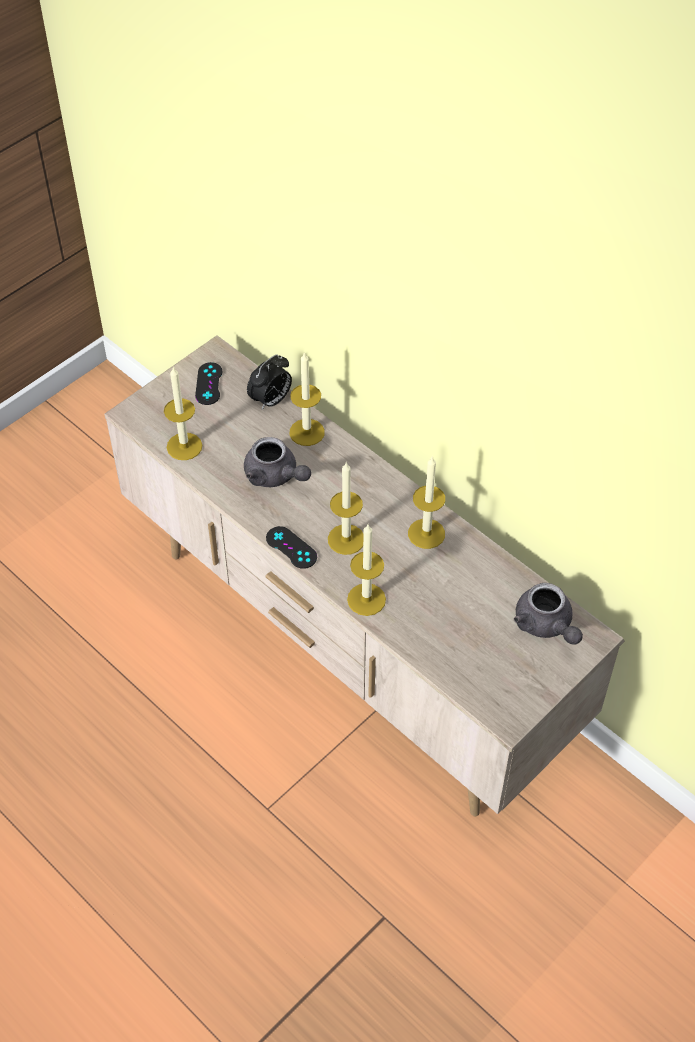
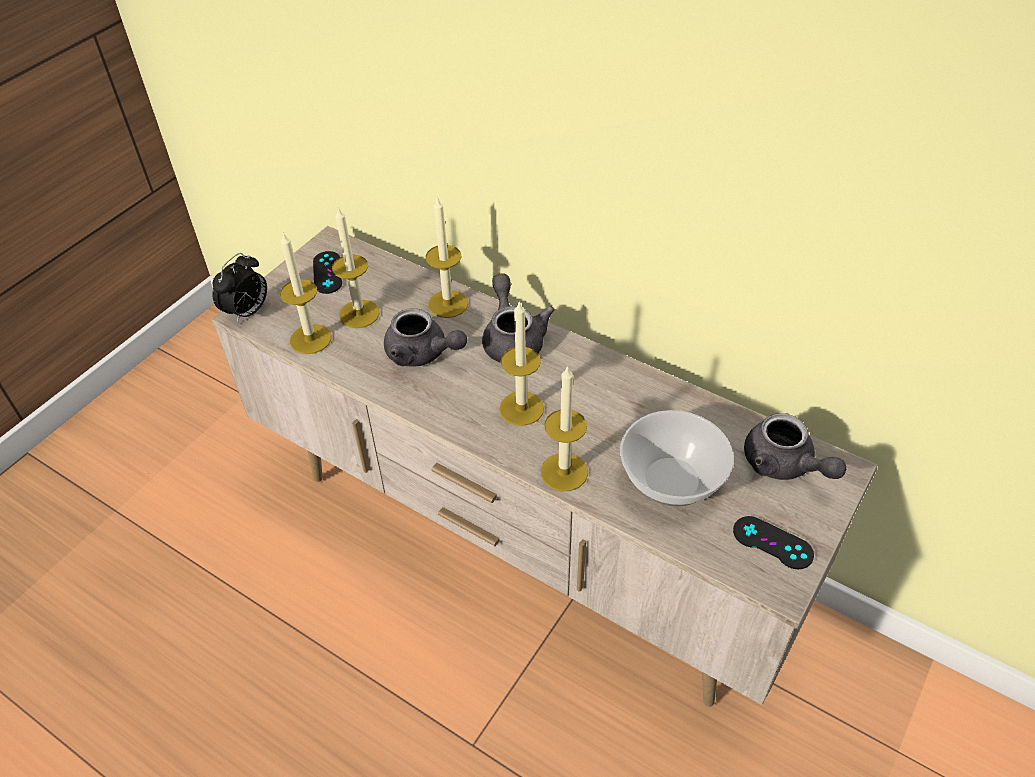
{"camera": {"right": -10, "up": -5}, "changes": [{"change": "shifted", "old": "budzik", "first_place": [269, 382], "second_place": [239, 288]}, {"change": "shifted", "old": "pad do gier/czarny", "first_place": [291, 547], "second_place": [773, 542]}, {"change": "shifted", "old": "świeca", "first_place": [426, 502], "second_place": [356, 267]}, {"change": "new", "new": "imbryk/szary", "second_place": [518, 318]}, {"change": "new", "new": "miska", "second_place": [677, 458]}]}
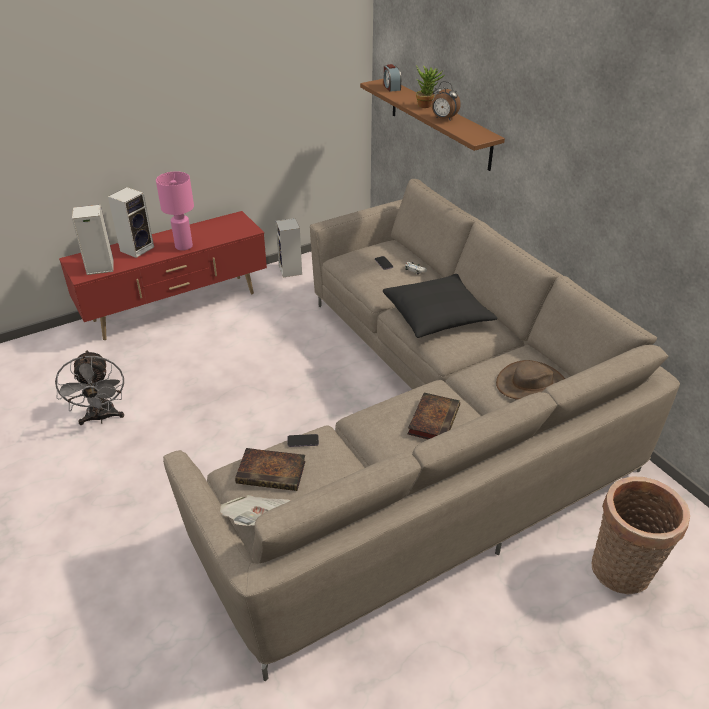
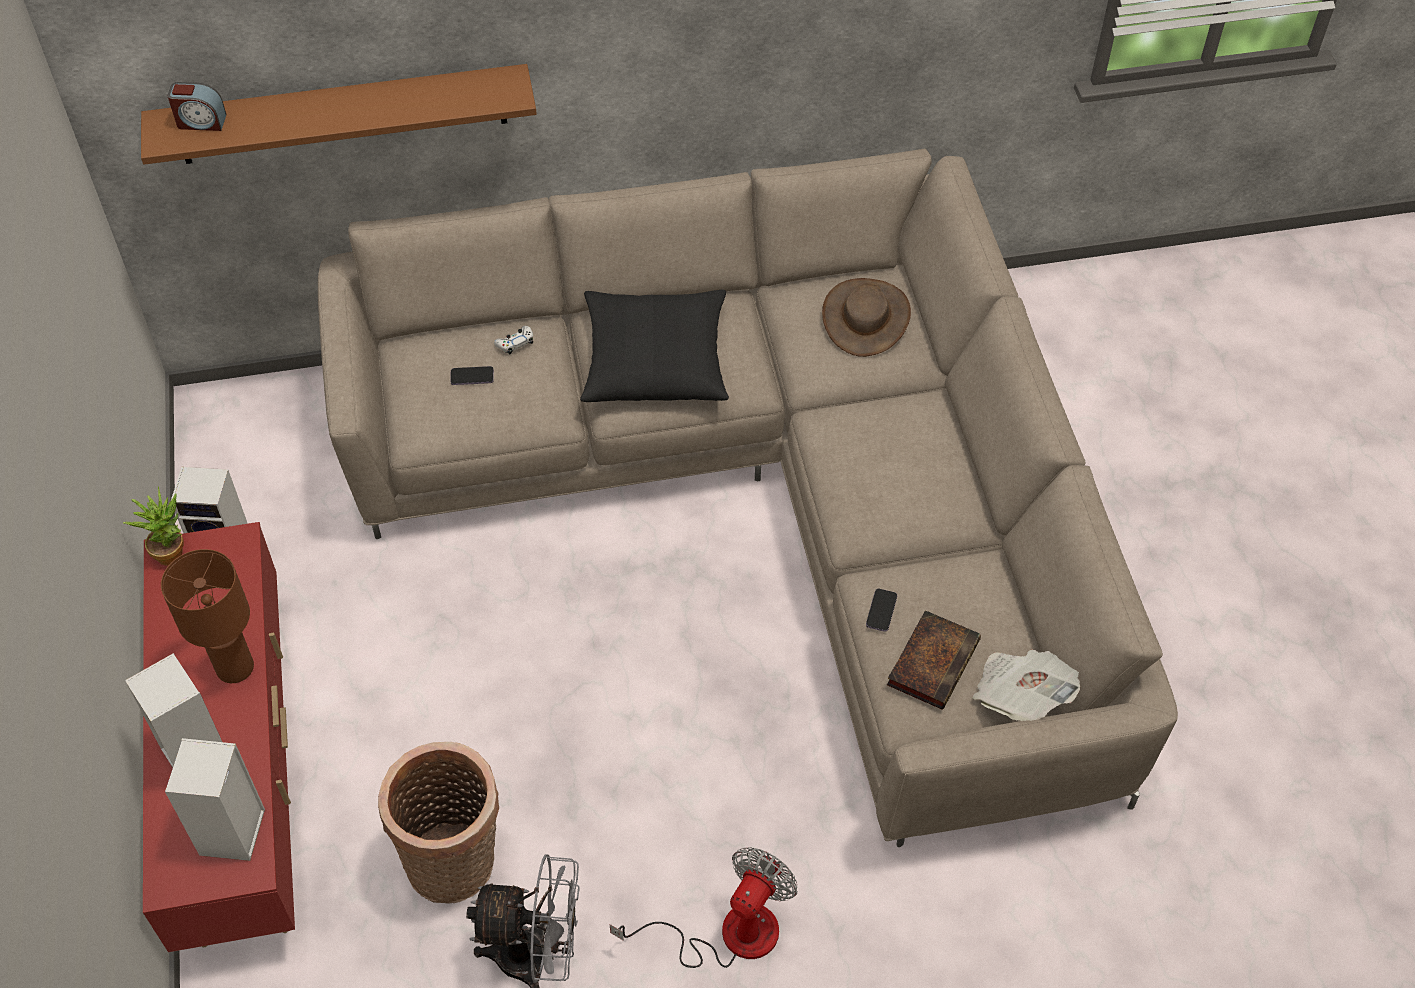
{"camera": {"right": -70, "up": 15}, "changes": [{"change": "repainted", "old": "lampa stołowa/różowy", "new": "lampa stołowa/brązowy", "first_place": [175, 211], "second_place": [207, 616]}, {"change": "gone", "old": "książka", "first_place": [434, 416]}, {"change": "shifted", "old": "roślina doniczkowa", "first_place": [430, 87], "second_place": [153, 526]}, {"change": "gone", "old": "budzik", "first_place": [446, 101]}, {"change": "shifted", "old": "koszyk", "first_place": [640, 535], "second_place": [438, 823]}, {"change": "new", "new": "wentylator", "second_place": [703, 907]}]}
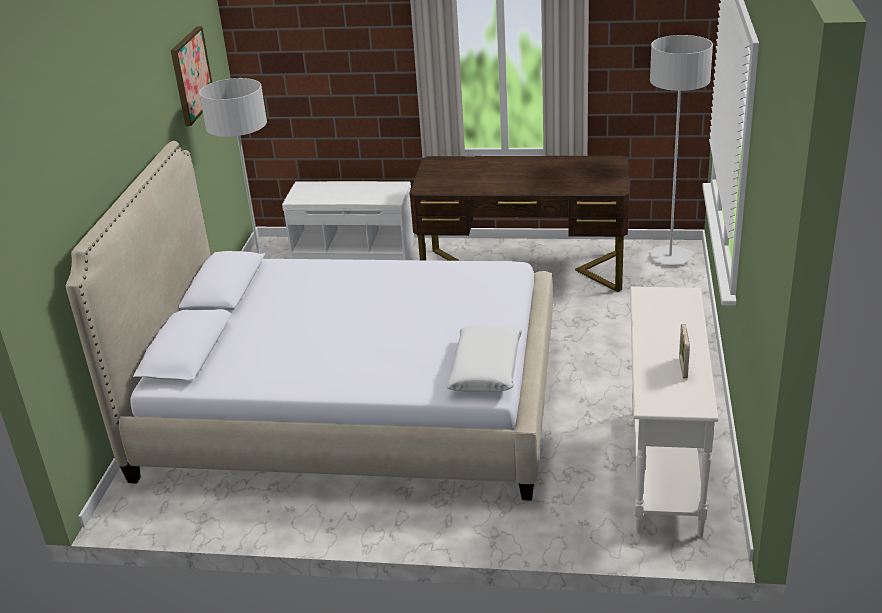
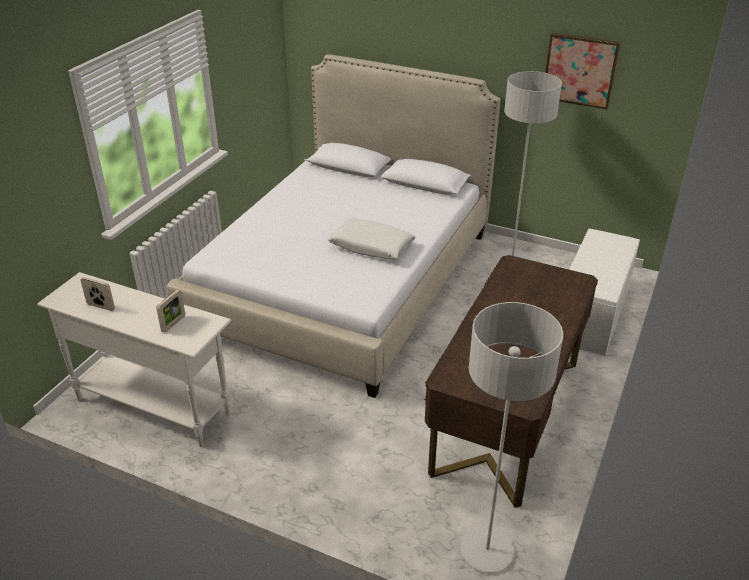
{"camera": {"right": 105, "up": 5}, "changes": [{"change": "shifted", "old": "poduszka/biały", "first_place": [484, 359], "second_place": [372, 239]}, {"change": "new", "new": "ramka na zdjęcie", "second_place": [170, 310]}]}
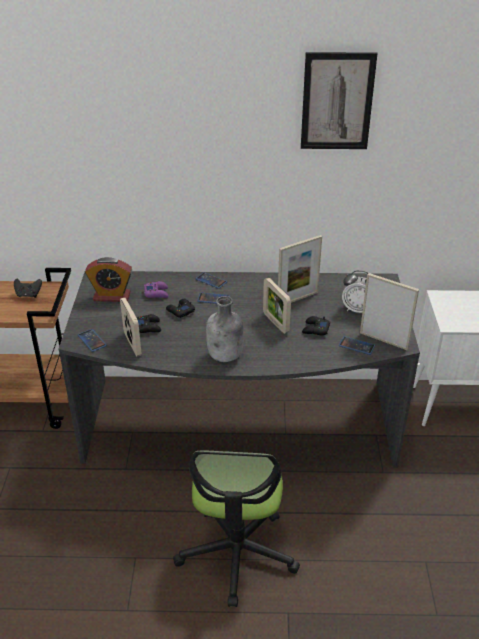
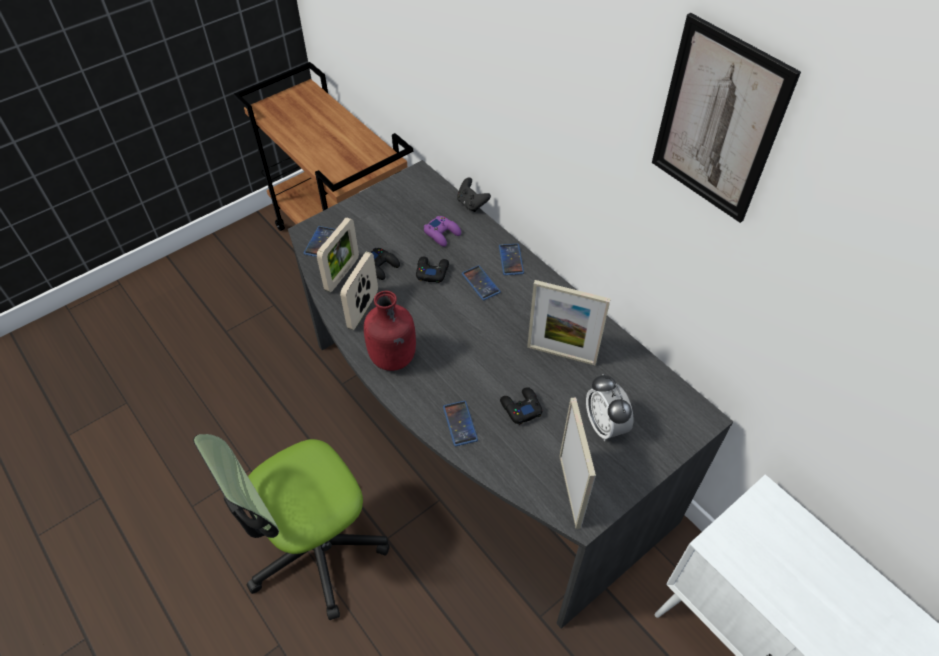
{"camera": {"right": 50, "up": 15}, "changes": [{"change": "shifted", "old": "pad do gier/czarny", "first_place": [28, 288], "second_place": [474, 195]}, {"change": "gone", "old": "budzik", "first_place": [108, 279]}, {"change": "repainted", "old": "butelka/szary", "new": "butelka/czerwony", "first_place": [225, 329], "second_place": [390, 331]}, {"change": "shifted", "old": "ramka na zdjęcie", "first_place": [277, 306], "second_place": [359, 291]}, {"change": "shifted", "old": "telefon", "first_place": [357, 345], "second_place": [460, 423]}]}
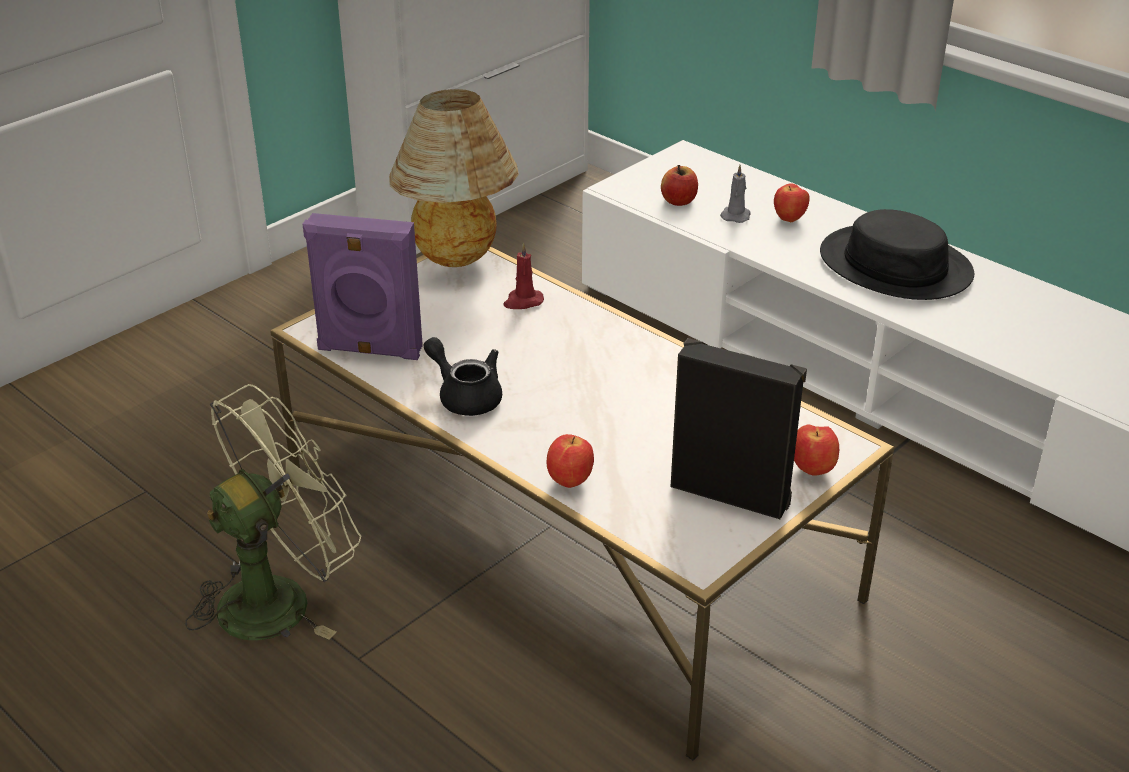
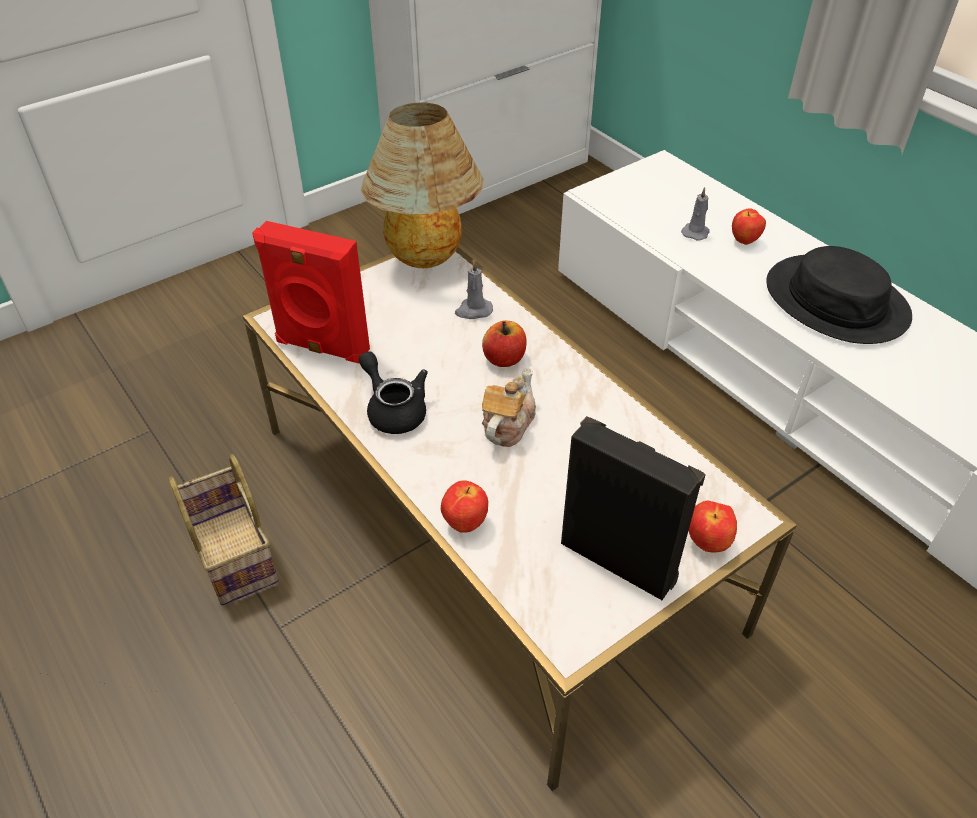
{"camera": {"right": 10, "up": 10}, "changes": [{"change": "swapped", "old": "wentylator/zielony", "new": "koszyk", "first_place": [273, 512], "second_place": [223, 529]}, {"change": "repainted", "old": "głośnik/fioletowy", "new": "głośnik/czerwony", "first_place": [362, 286], "second_place": [311, 292]}, {"change": "repainted", "old": "świeca/czerwony", "new": "świeca/szary", "first_place": [523, 275], "second_place": [474, 289]}, {"change": "shifted", "old": "jabłko", "first_place": [679, 185], "second_place": [504, 343]}, {"change": "new", "new": "imbryk", "second_place": [509, 407]}]}
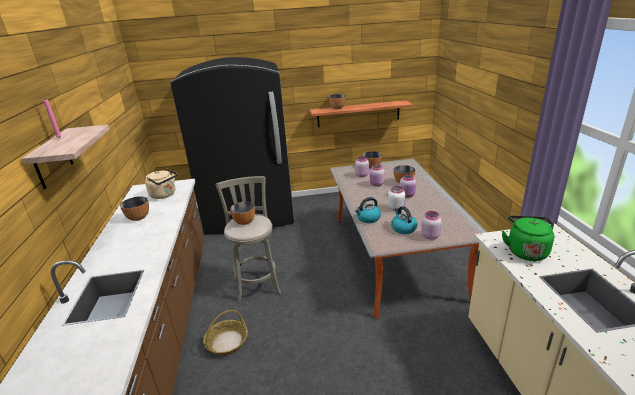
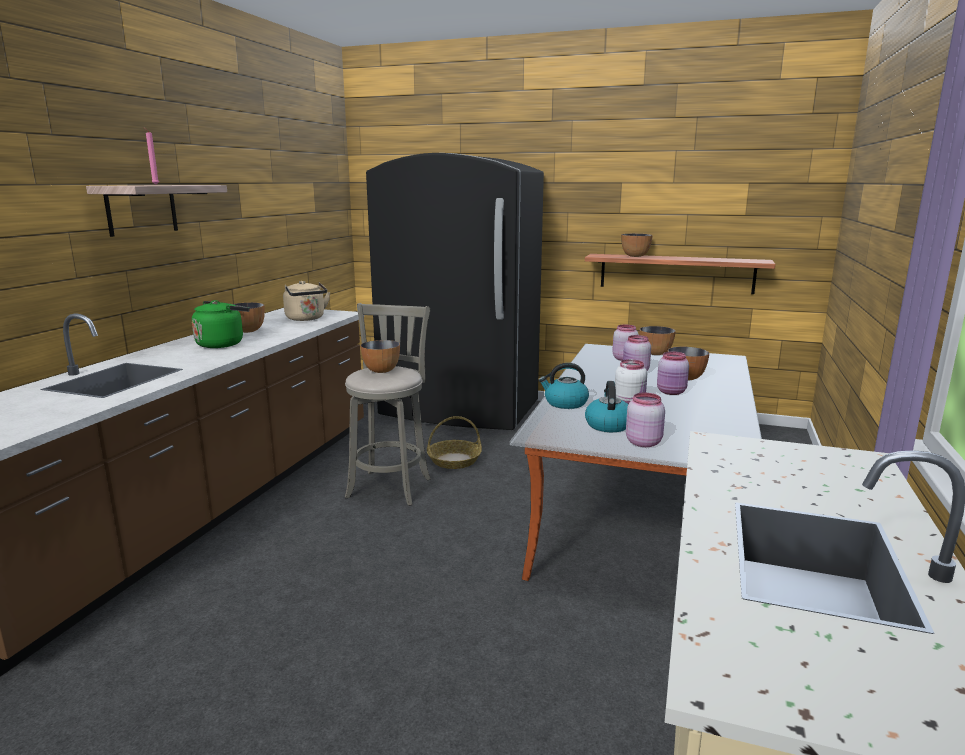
{"camera": {"right": 25, "up": -10}, "changes": [{"change": "shifted", "old": "koszyk", "first_place": [225, 332], "second_place": [454, 442]}, {"change": "shifted", "old": "czajnik/zielony", "first_place": [528, 238], "second_place": [221, 324]}]}
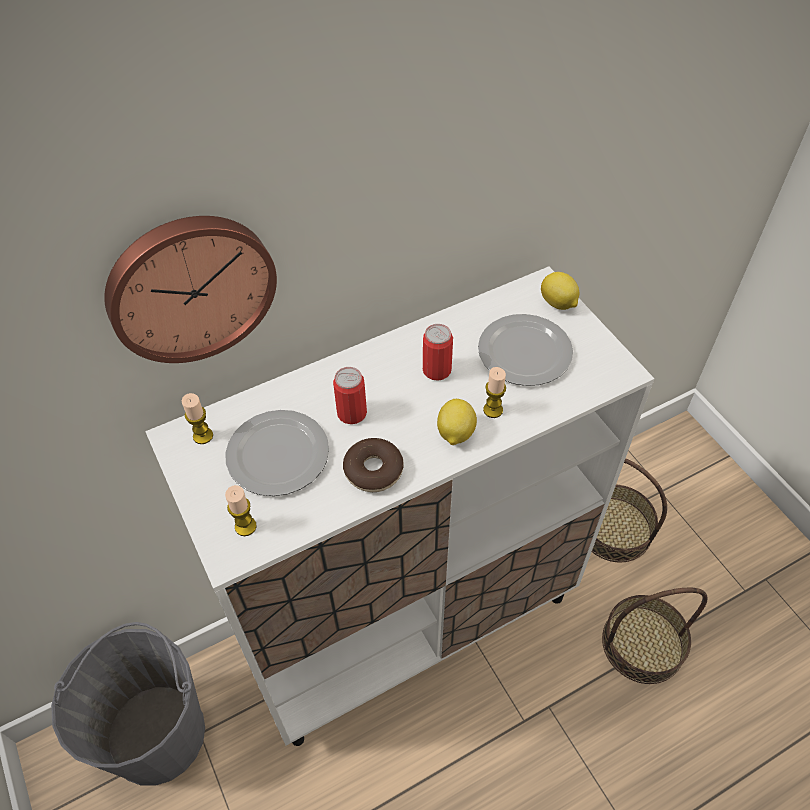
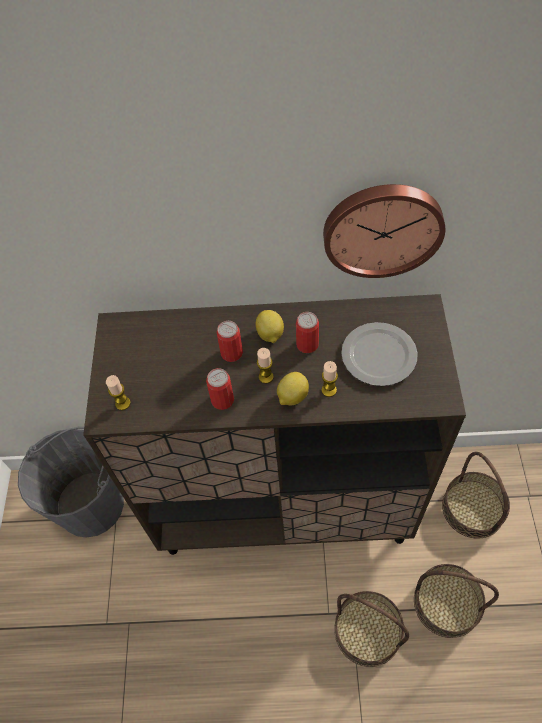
{"camera": {"right": 30, "up": 5}, "changes": [{"change": "shifted", "old": "zegar ścienny", "first_place": [190, 289], "second_place": [384, 231]}, {"change": "repainted", "old": "szafka/biały", "new": "szafka/brązowy", "first_place": [400, 506], "second_place": [274, 424]}, {"change": "shifted", "old": "świeca", "first_place": [197, 418], "second_place": [265, 366]}, {"change": "gone", "old": "talerz", "first_place": [277, 453]}, {"change": "swapped", "old": "donut", "new": "puszka", "first_place": [373, 465], "second_place": [220, 389]}, {"change": "shifted", "old": "cytryna", "first_place": [560, 291], "second_place": [270, 326]}, {"change": "new", "new": "koszyk", "second_place": [371, 629]}]}
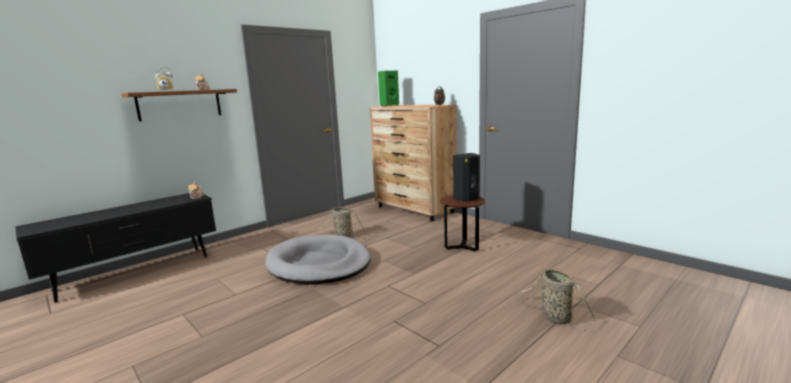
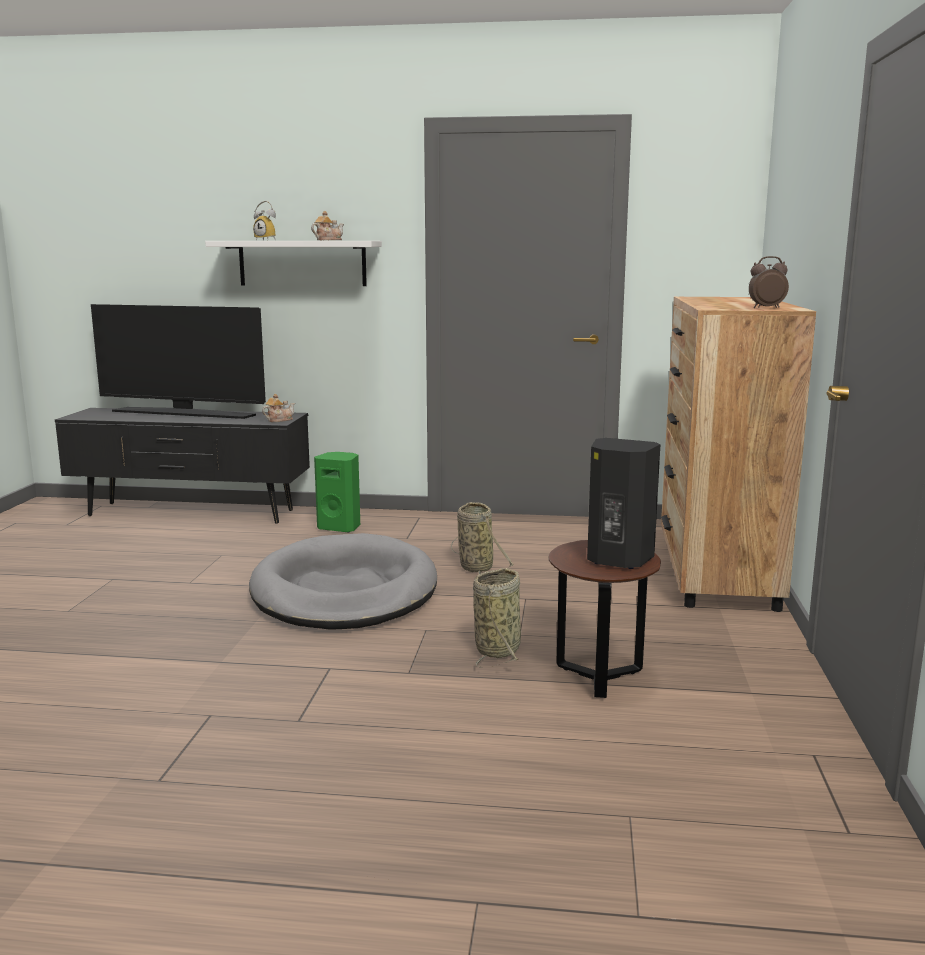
{"camera": {"right": 50, "up": 0}, "changes": [{"change": "repainted", "old": "półka/brązowy", "new": "półka/biały", "first_place": [179, 105], "second_place": [293, 263]}, {"change": "shifted", "old": "głośnik/zielony", "first_place": [388, 89], "second_place": [337, 492]}, {"change": "shifted", "old": "koszyk", "first_place": [556, 300], "second_place": [497, 618]}, {"change": "new", "new": "telewizor", "second_place": [178, 361]}]}
